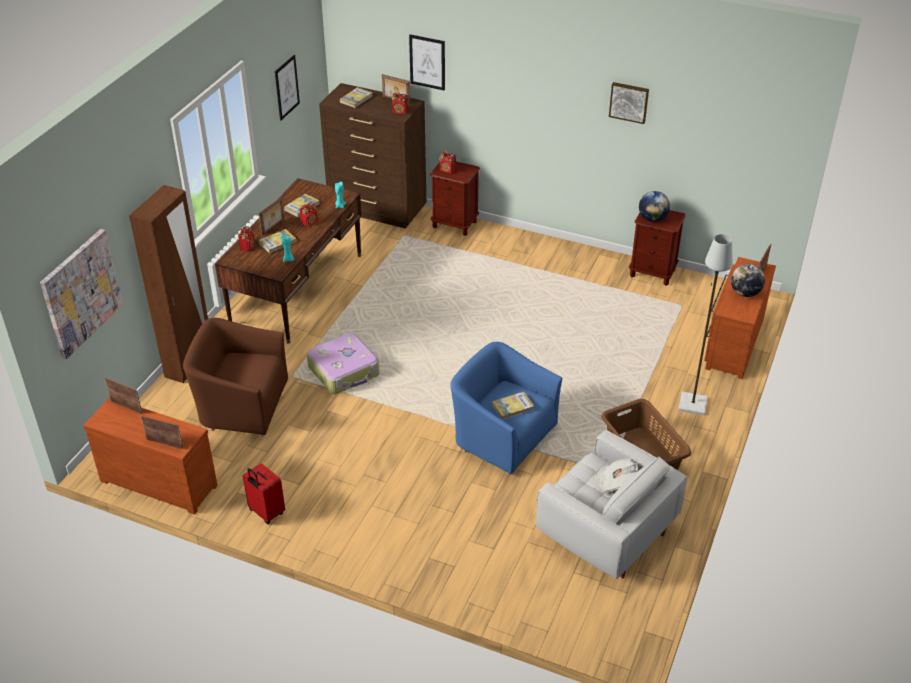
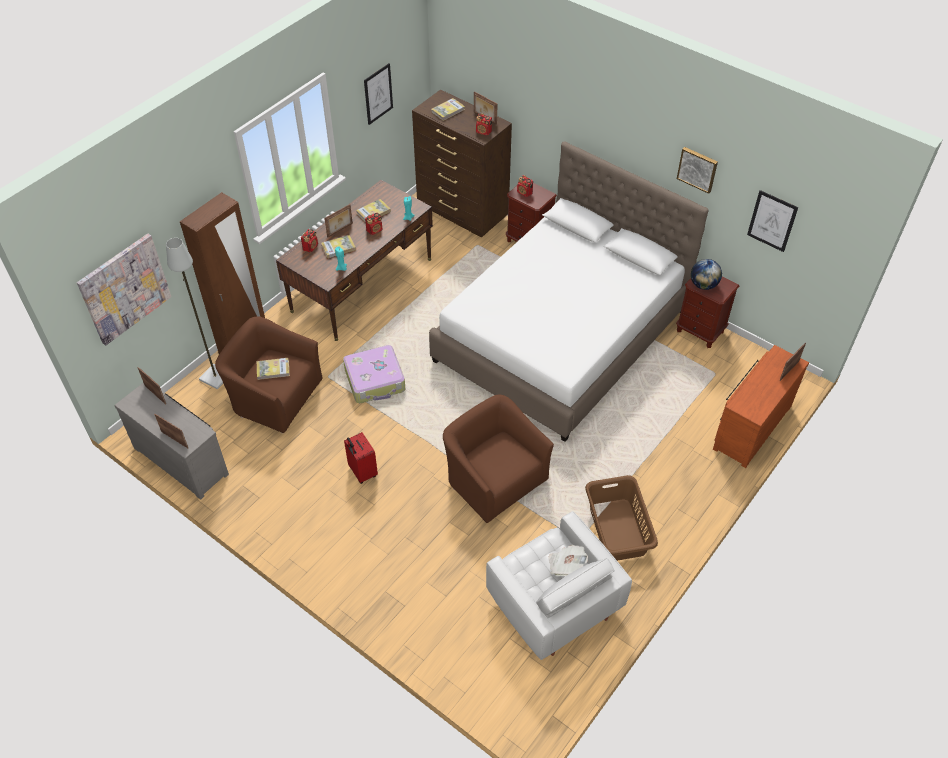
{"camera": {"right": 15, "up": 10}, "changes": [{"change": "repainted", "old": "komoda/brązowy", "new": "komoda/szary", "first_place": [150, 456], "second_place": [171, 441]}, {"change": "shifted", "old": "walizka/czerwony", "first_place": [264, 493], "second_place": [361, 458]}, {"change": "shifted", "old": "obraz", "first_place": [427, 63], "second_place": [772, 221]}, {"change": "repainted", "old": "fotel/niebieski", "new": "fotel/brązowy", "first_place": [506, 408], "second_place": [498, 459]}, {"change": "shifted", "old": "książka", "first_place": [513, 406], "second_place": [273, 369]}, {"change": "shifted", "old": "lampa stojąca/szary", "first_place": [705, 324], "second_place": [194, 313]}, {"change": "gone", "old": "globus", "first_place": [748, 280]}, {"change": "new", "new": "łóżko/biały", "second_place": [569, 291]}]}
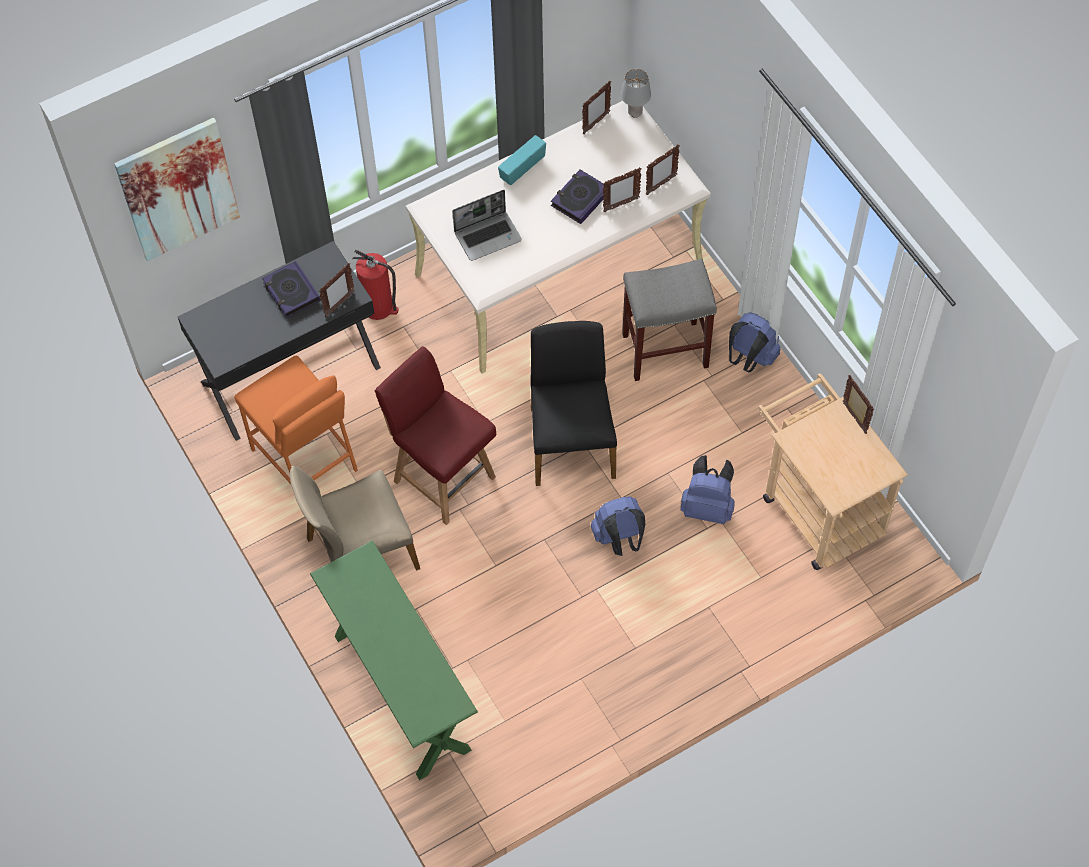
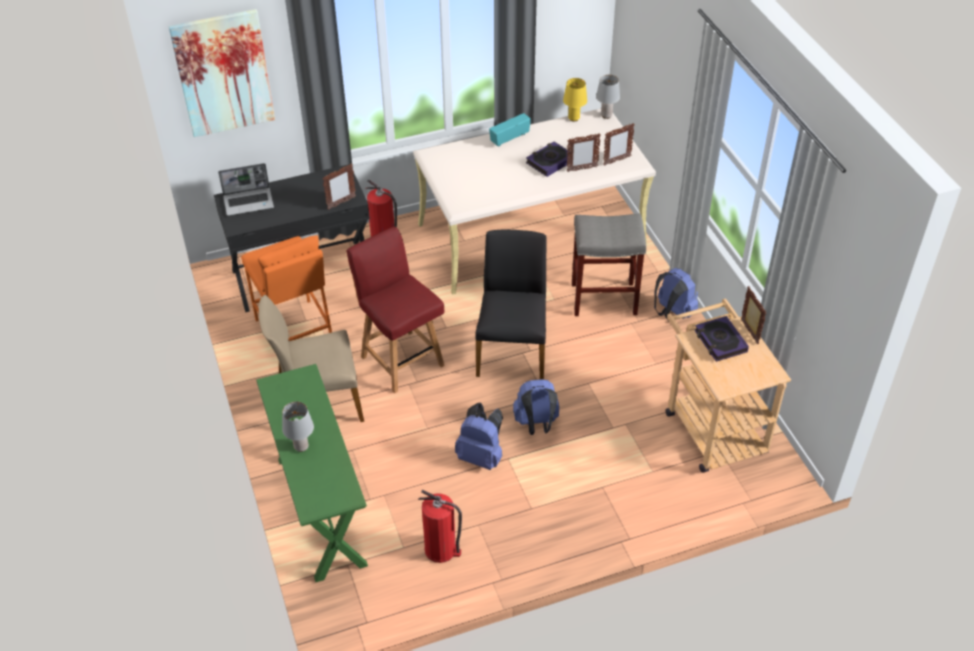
{"camera": {"right": 10, "up": -15}, "changes": [{"change": "shifted", "old": "książka", "first_place": [291, 289], "second_place": [721, 339]}, {"change": "shifted", "old": "laptop", "first_place": [487, 225], "second_place": [246, 189]}, {"change": "swapped", "old": "ramka na zdjęcie", "new": "lampa stołowa/żółty", "first_place": [596, 107], "second_place": [575, 100]}, {"change": "shifted", "old": "plecak/niebieski", "first_place": [707, 489], "second_place": [479, 436]}, {"change": "new", "new": "lampa stołowa/szary", "second_place": [298, 426]}, {"change": "new", "new": "gaśnica", "second_place": [440, 526]}]}
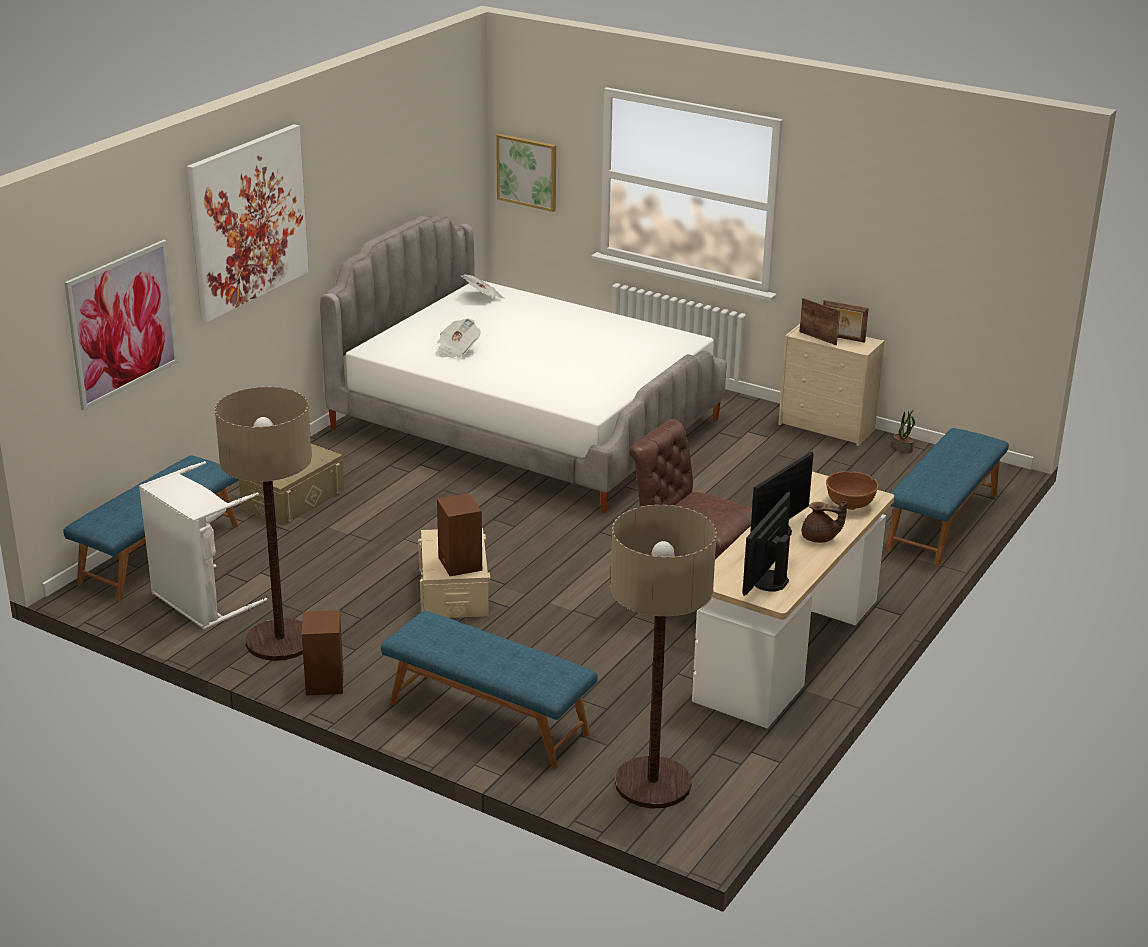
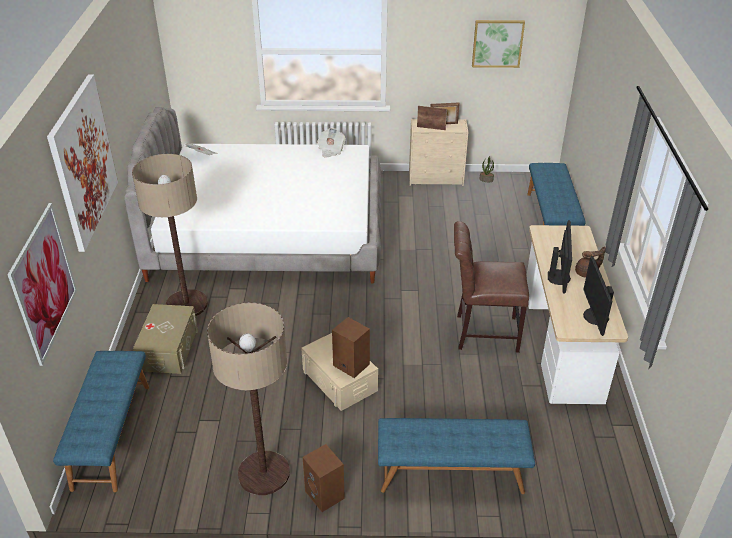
{"camera": {"right": -30, "up": 10}, "changes": [{"change": "gone", "old": "kosz na pranie/biały", "first_place": [203, 545]}, {"change": "shifted", "old": "gazeta", "first_place": [457, 338], "second_place": [331, 142]}, {"change": "shifted", "old": "obraz", "first_place": [526, 173], "second_place": [498, 44]}, {"change": "shifted", "old": "lampa stojąca", "first_place": [663, 656], "second_place": [170, 235]}, {"change": "gone", "old": "miska/brązowy", "first_place": [852, 490]}]}
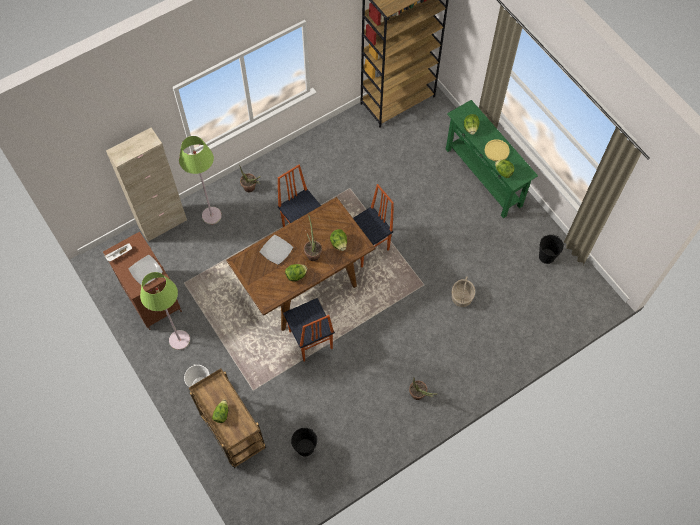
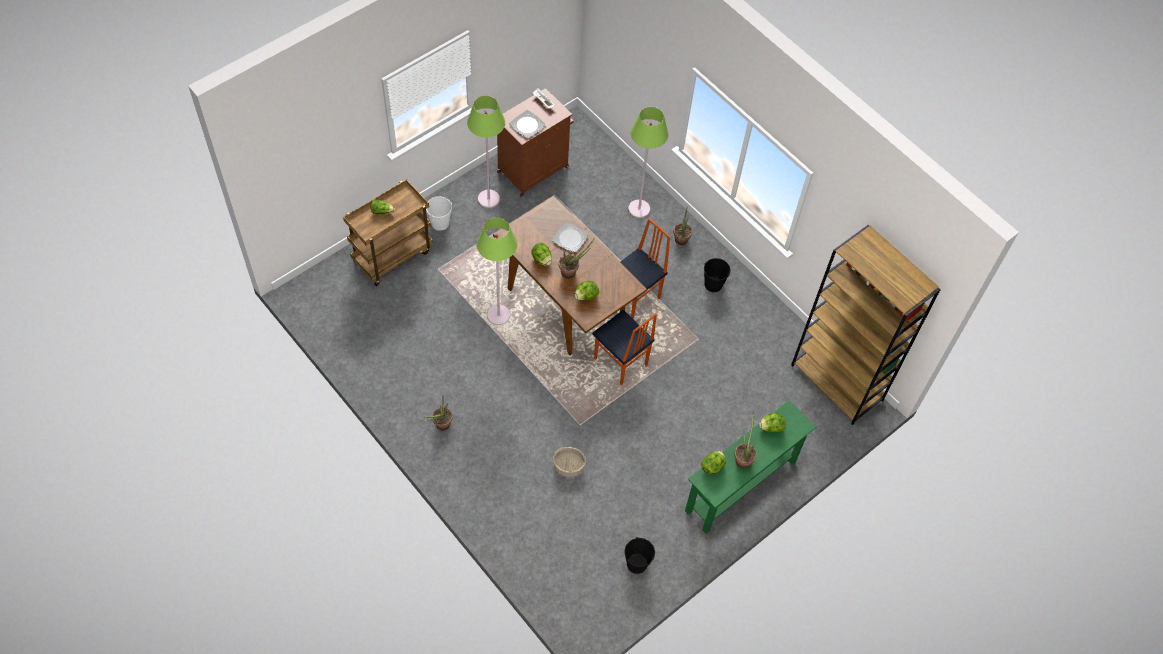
{"camera": {"right": 80, "up": -5}, "changes": [{"change": "gone", "old": "szafka/beżowy", "first_place": [146, 185]}, {"change": "swapped", "old": "krzesło", "new": "lampa stojąca/zielony", "first_place": [309, 330], "second_place": [497, 271]}, {"change": "shifted", "old": "wiadro/czarny", "first_place": [304, 442], "second_place": [717, 275]}, {"change": "swapped", "old": "talerz/żółty", "new": "roślina doniczkowa", "first_place": [497, 150], "second_place": [745, 440]}]}
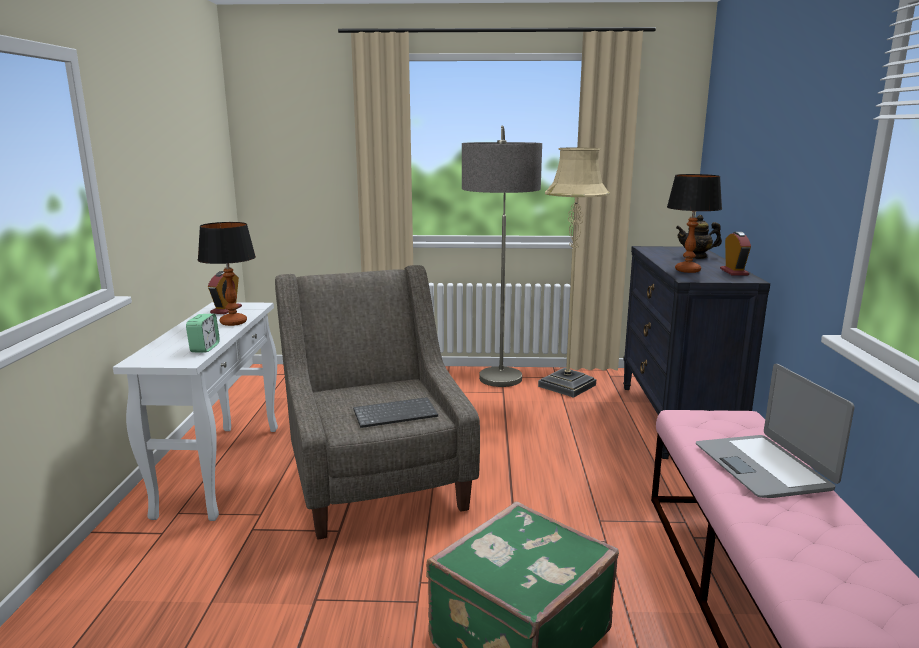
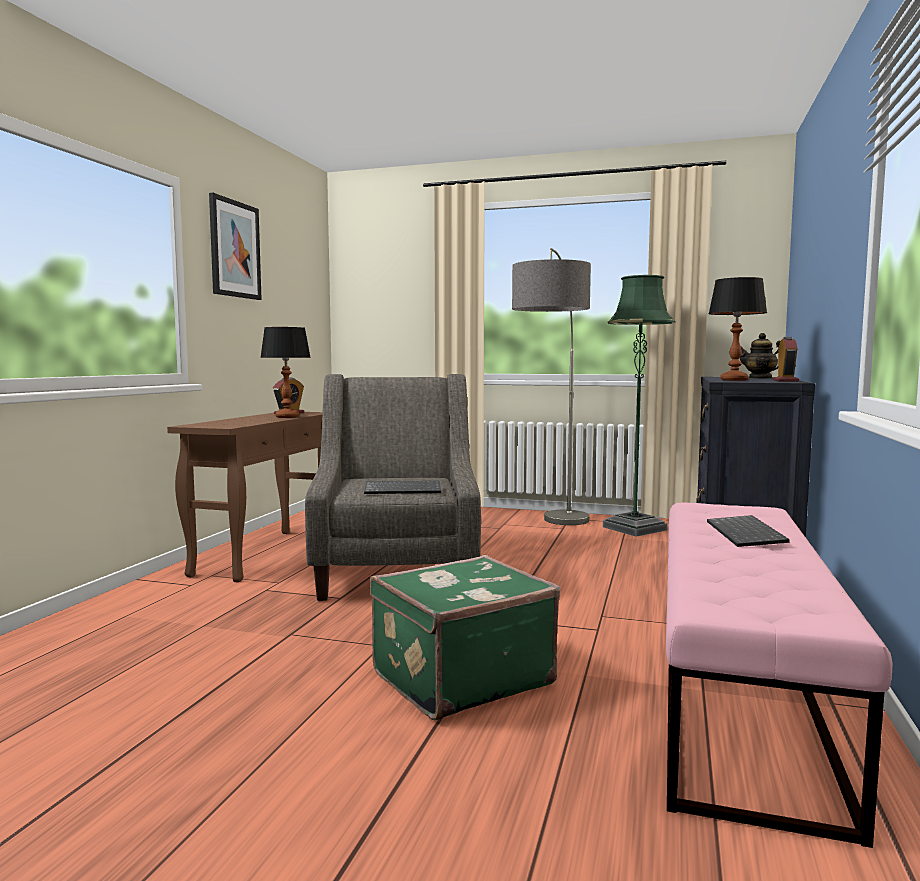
{"camera": {"right": 15, "up": -10}, "changes": [{"change": "repainted", "old": "stolik konsolowy/biały", "new": "stolik konsolowy/brązowy", "first_place": [195, 411], "second_place": [245, 497]}, {"change": "gone", "old": "budzik", "first_place": [203, 333]}, {"change": "repainted", "old": "lampa stojąca/beżowy", "new": "lampa stojąca/zielony", "first_place": [574, 273], "second_place": [639, 406]}, {"change": "swapped", "old": "laptop", "new": "klawiatura", "first_place": [775, 431], "second_place": [748, 531]}, {"change": "new", "new": "obraz", "second_place": [235, 246]}]}
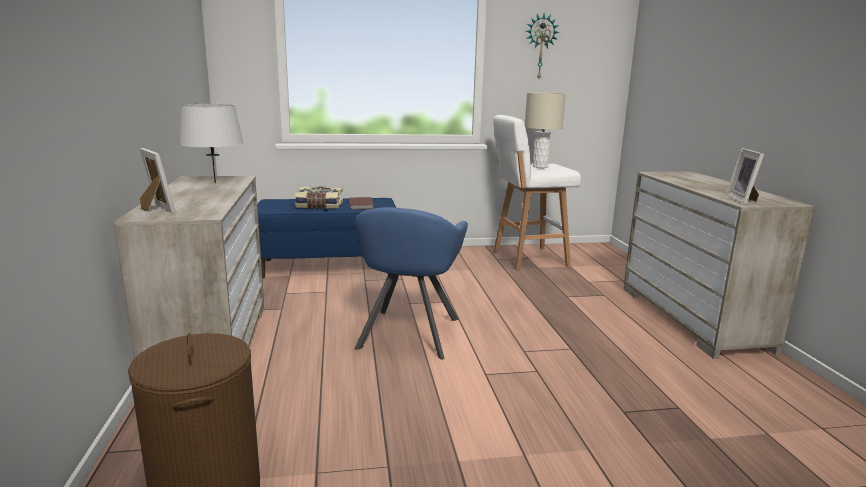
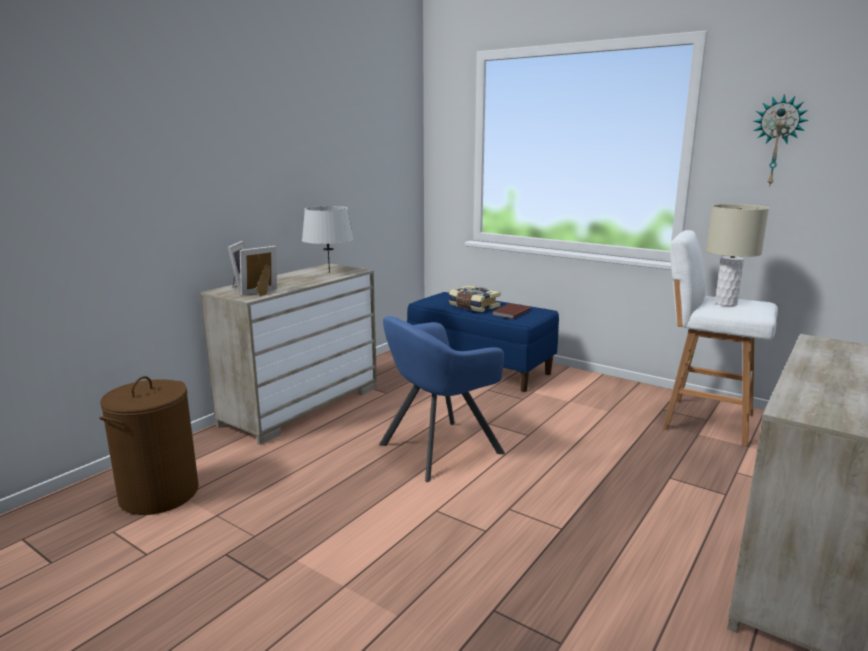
{"camera": {"right": 45, "up": 0}, "changes": [{"change": "shifted", "old": "ramka na zdjęcie", "first_place": [745, 176], "second_place": [258, 271]}]}
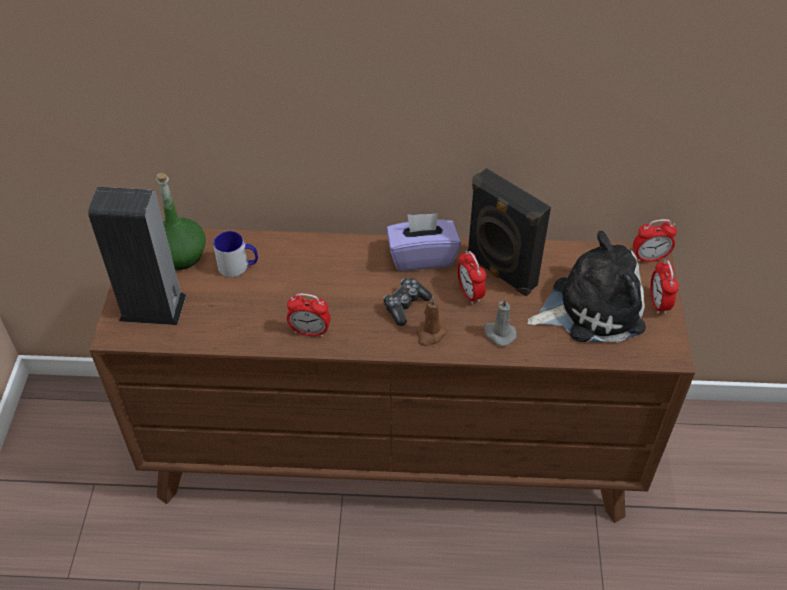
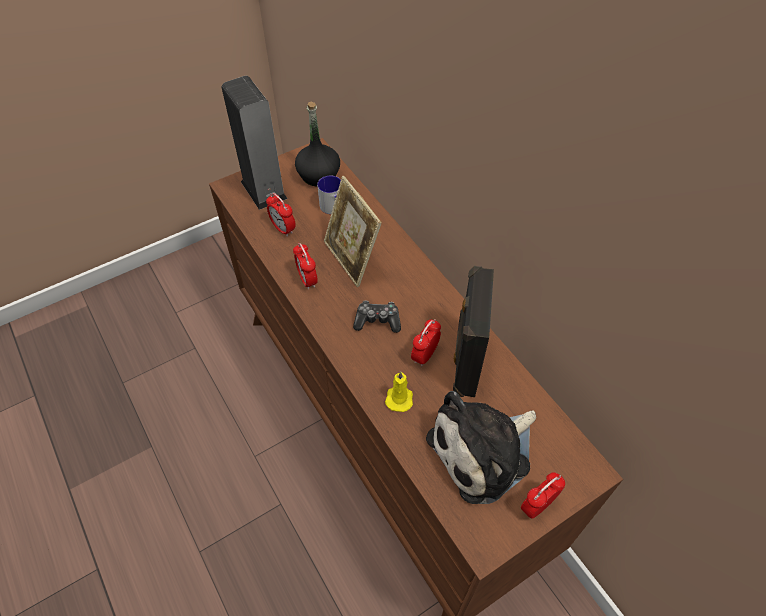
{"camera": {"right": 55, "up": 5}, "changes": [{"change": "repainted", "old": "butelka/zielony", "new": "butelka/czarny", "first_place": [181, 221], "second_place": [317, 144]}, {"change": "gone", "old": "pudełko chusteczek/fioletowy", "first_place": [423, 242]}, {"change": "gone", "old": "świeca/brązowy", "first_place": [432, 321]}, {"change": "repainted", "old": "świeca/szary", "new": "świeca/żółty", "first_place": [500, 321], "second_place": [399, 391]}, {"change": "rotated", "old": "pluszak", "first_place": [586, 287], "second_place": [481, 447], "degrees": 105}, {"change": "shifted", "old": "budzik", "first_place": [655, 240], "second_place": [281, 215]}, {"change": "new", "new": "ramka na zdjęcie", "second_place": [353, 231]}]}
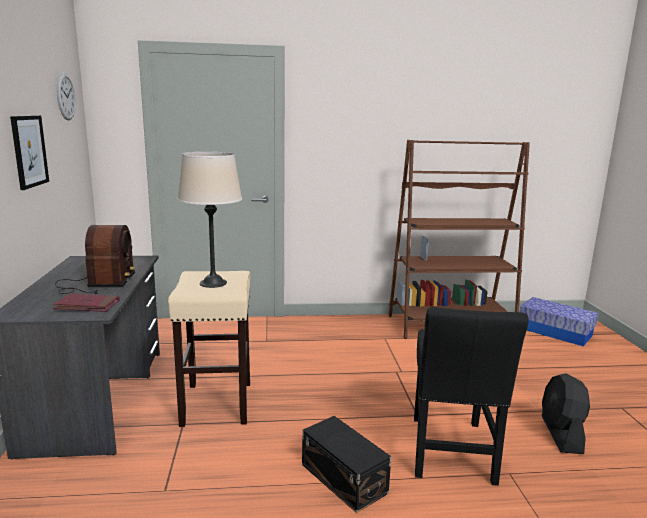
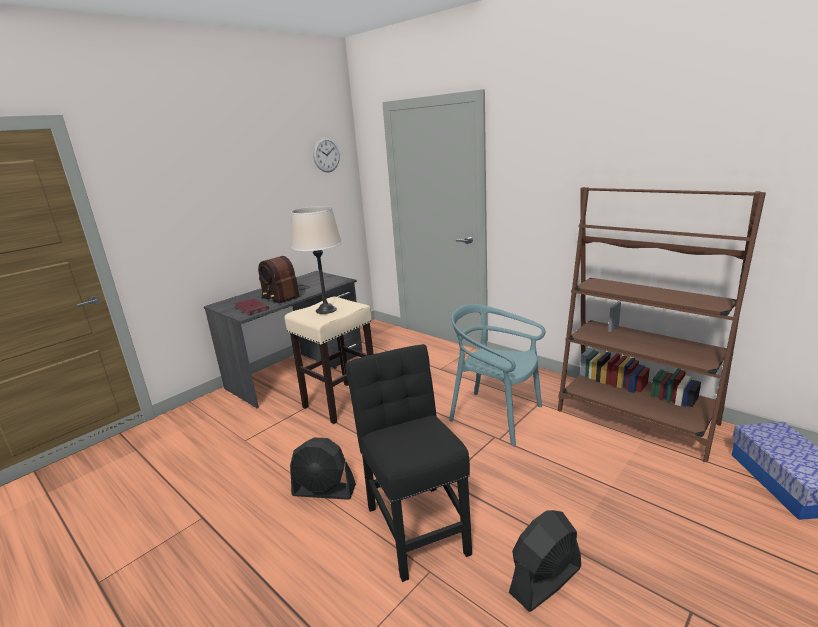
{"camera": {"right": 50, "up": 5}, "changes": [{"change": "gone", "old": "obraz", "first_place": [29, 152]}, {"change": "rotated", "old": "radio", "first_place": [95, 259], "second_place": [284, 280], "degrees": 90}, {"change": "swapped", "old": "pojemnik do przechowywania/czarny", "new": "wentylator/czarny", "first_place": [346, 464], "second_place": [323, 469]}, {"change": "rotated", "old": "krzesło/czarny", "first_place": [471, 396], "second_place": [408, 463], "degrees": 105}, {"change": "new", "new": "krzesło/turkusowy", "second_place": [497, 375]}]}
